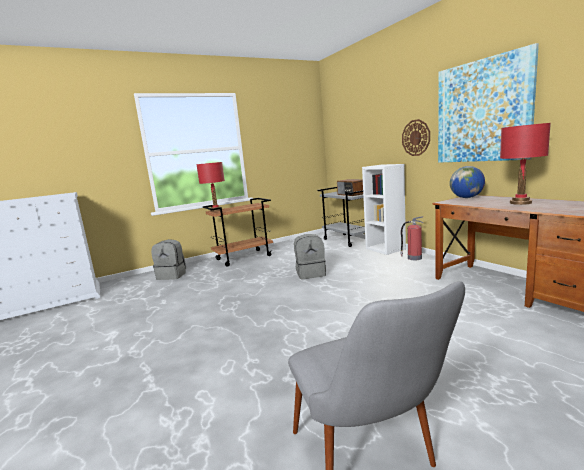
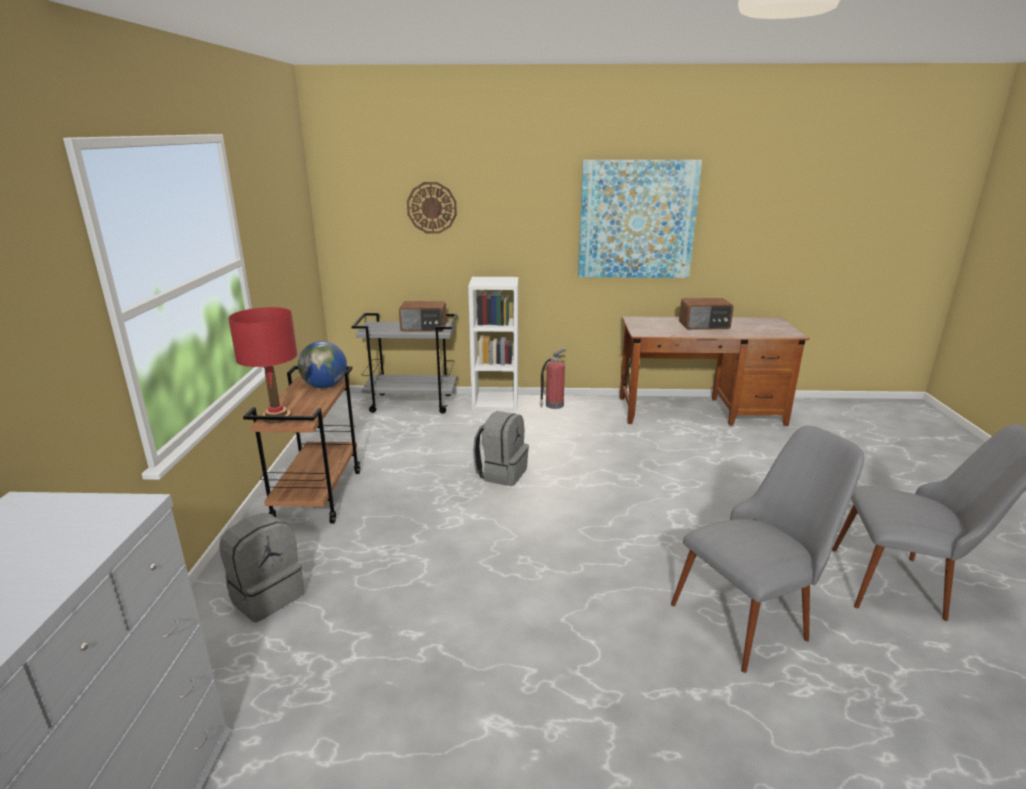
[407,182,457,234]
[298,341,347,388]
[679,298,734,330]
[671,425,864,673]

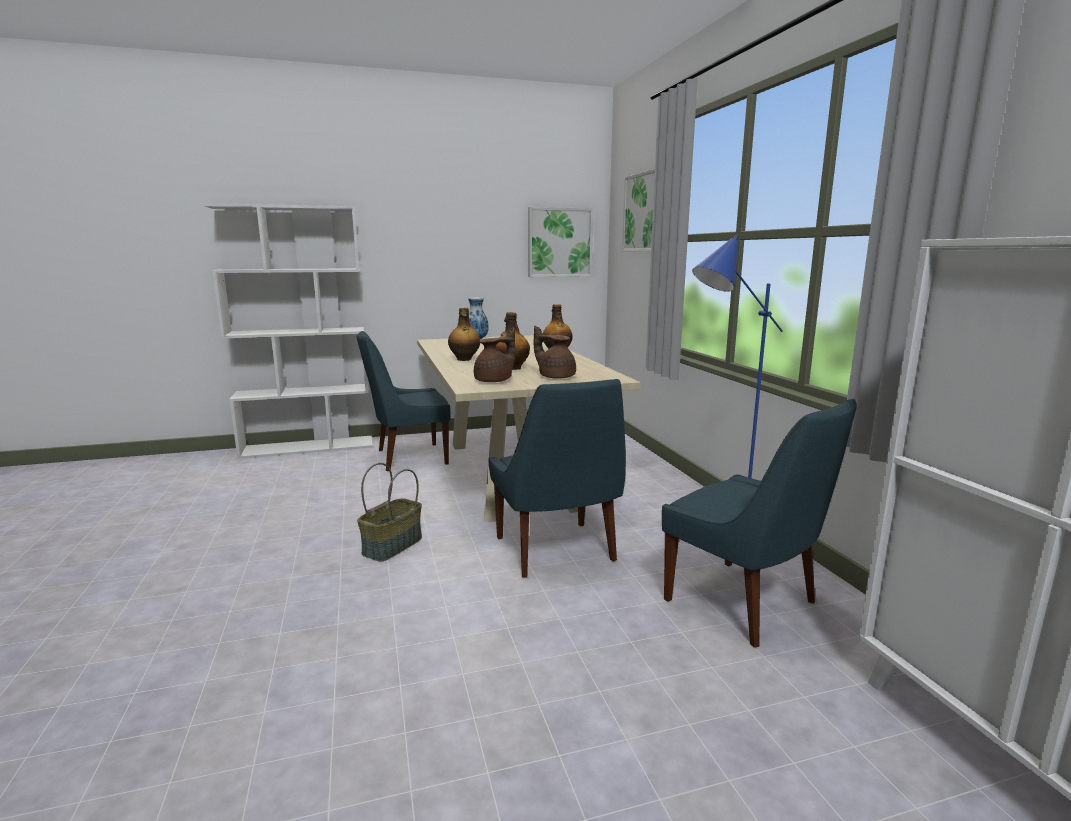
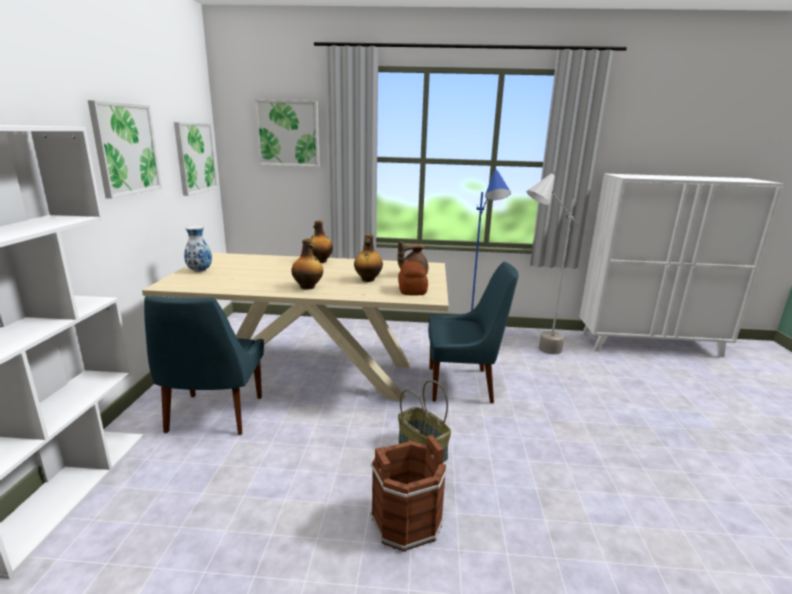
[398,261,428,295]
[527,171,580,354]
[88,100,162,199]
[370,435,447,552]

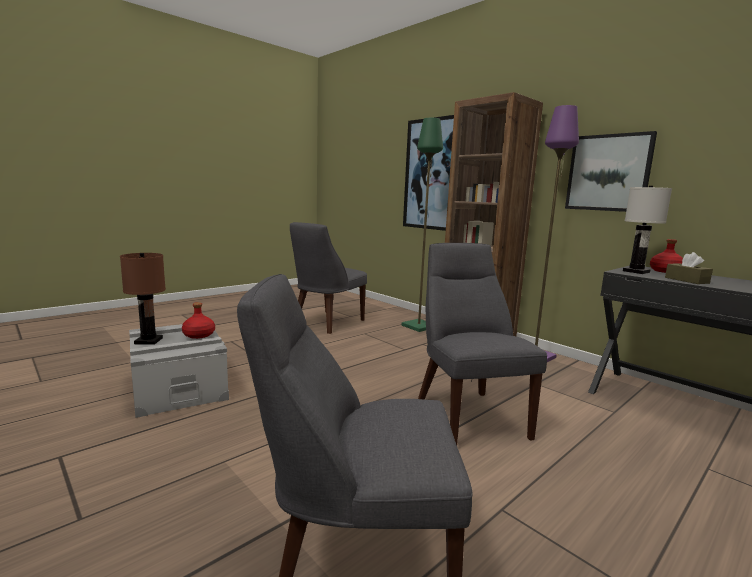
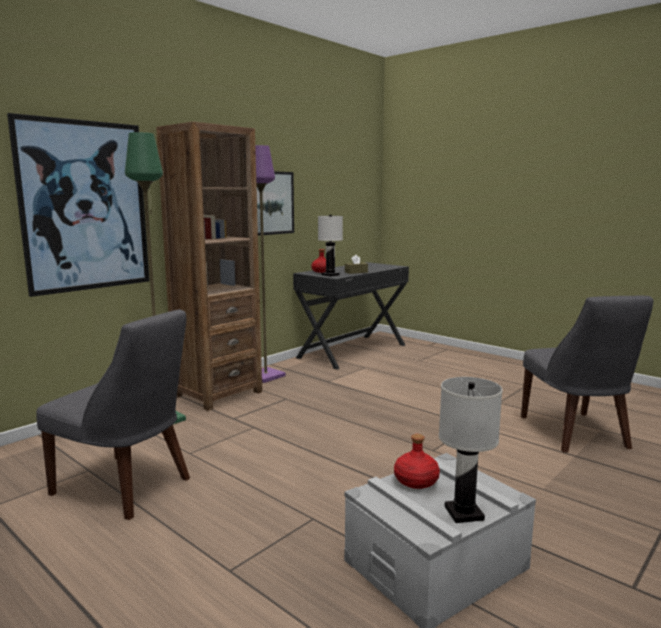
[439,377,502,523]
[418,243,547,445] (first image)

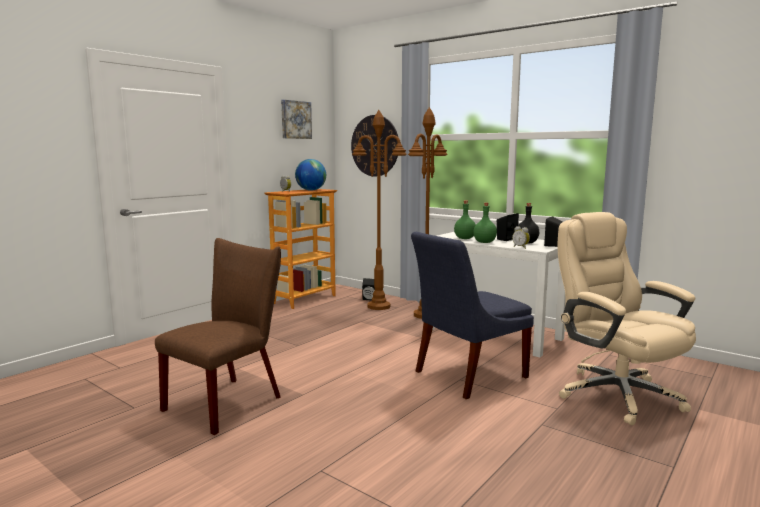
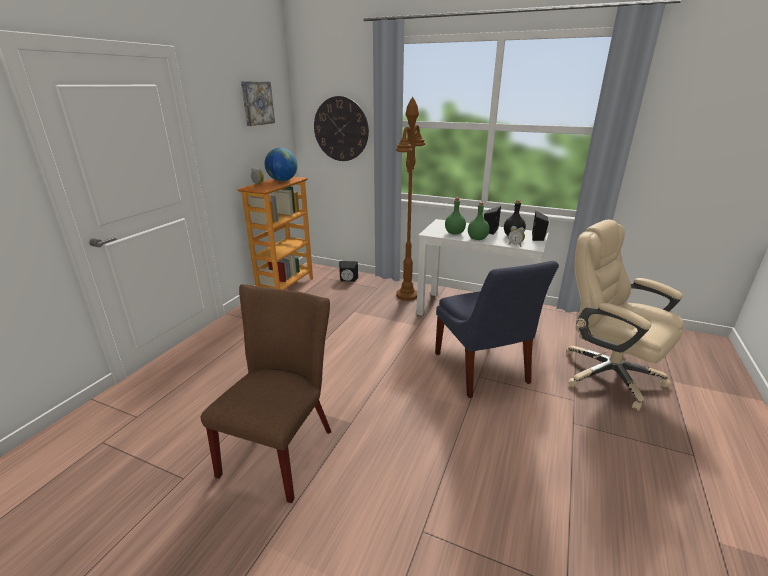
[352,110,407,310] (first image)
[435,261,559,398]

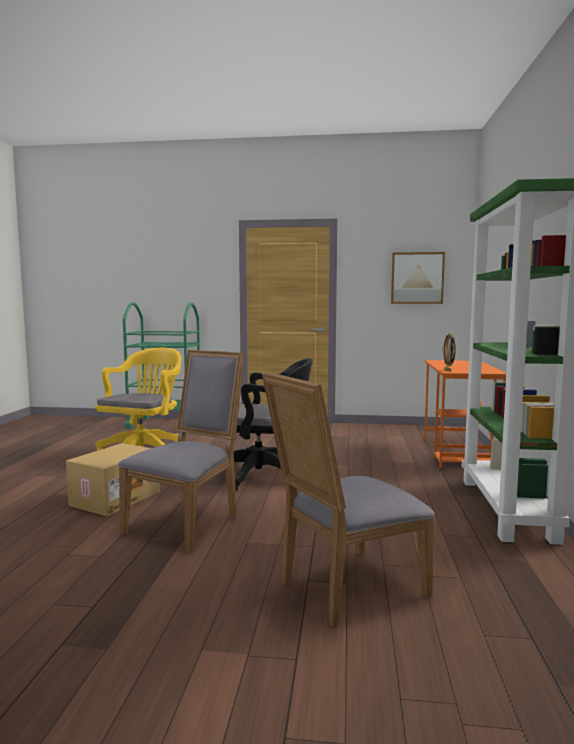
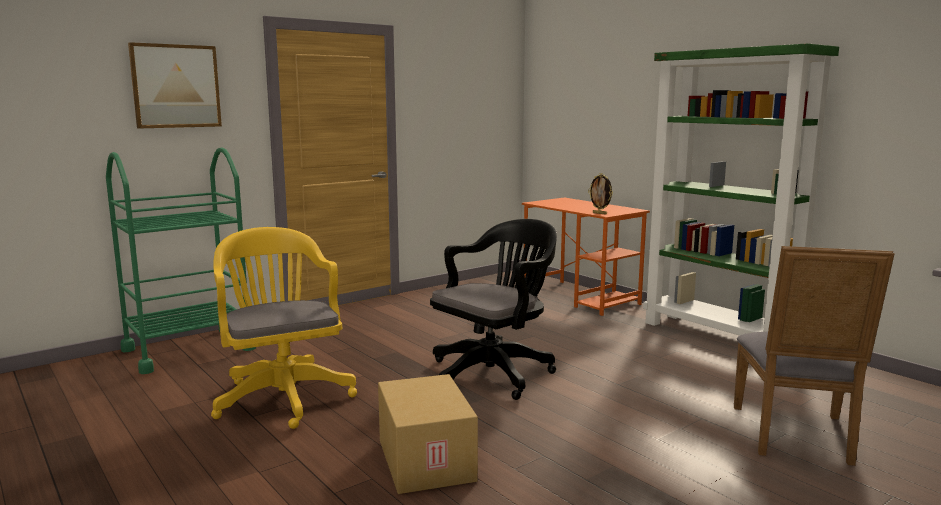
[118,350,245,553] (first image)
[128,42,222,129]

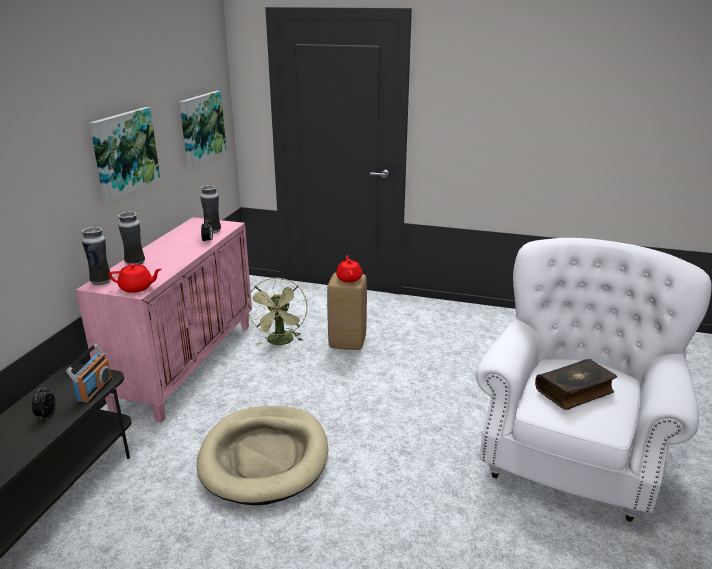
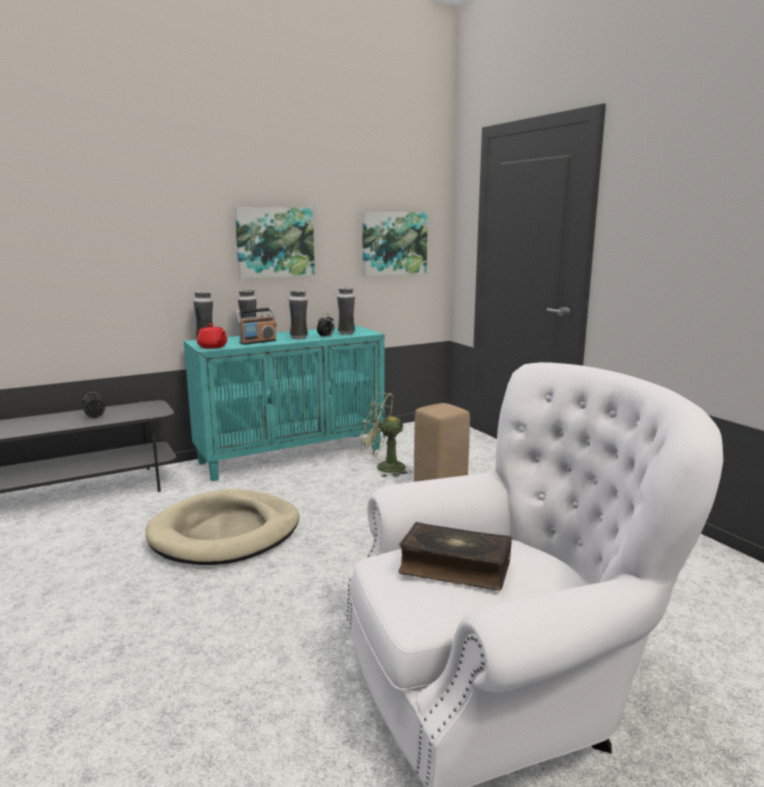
[236,308,276,345]
[184,326,385,481]
[361,392,412,477]
[336,255,362,282] (first image)
[289,290,308,339]

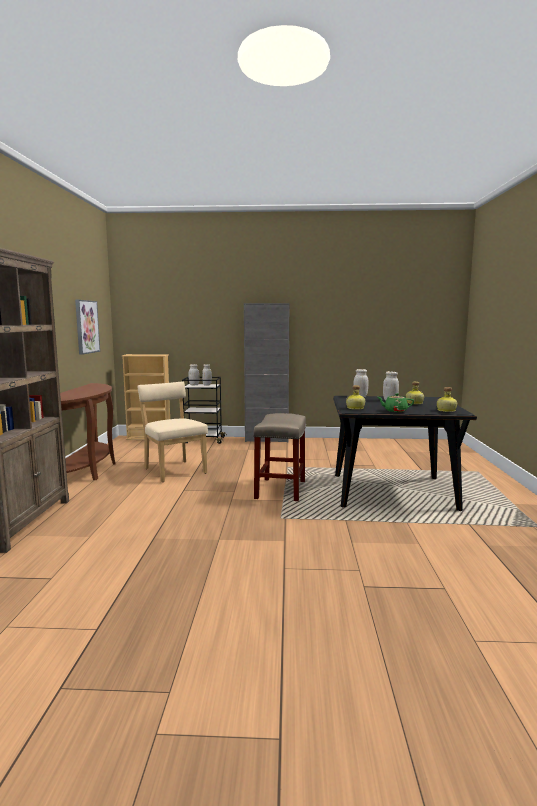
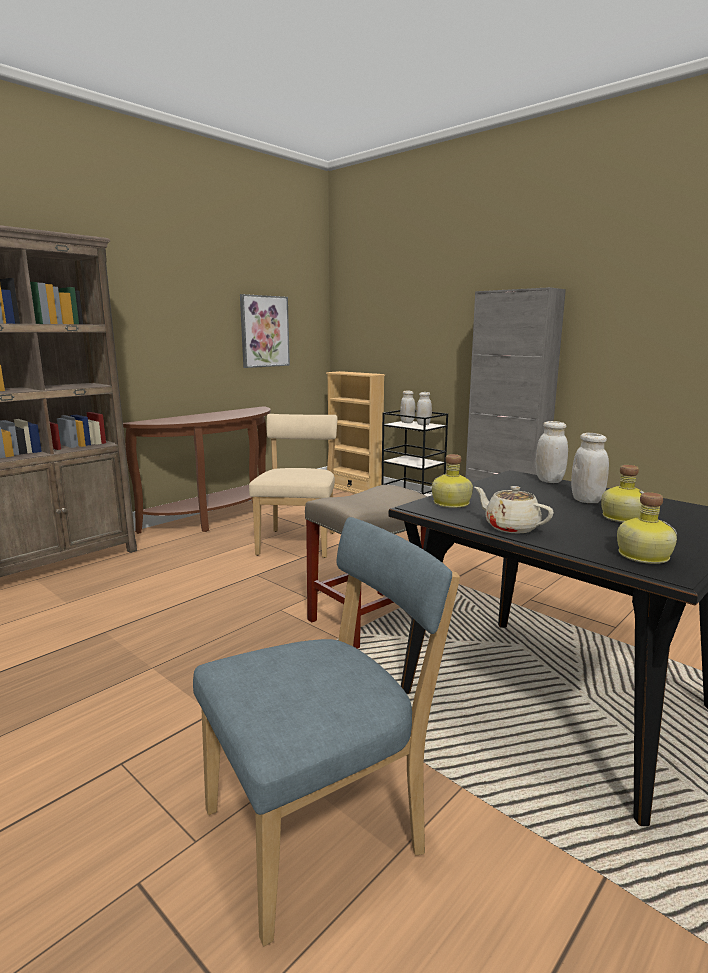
[474,486,554,534]
[193,517,460,946]

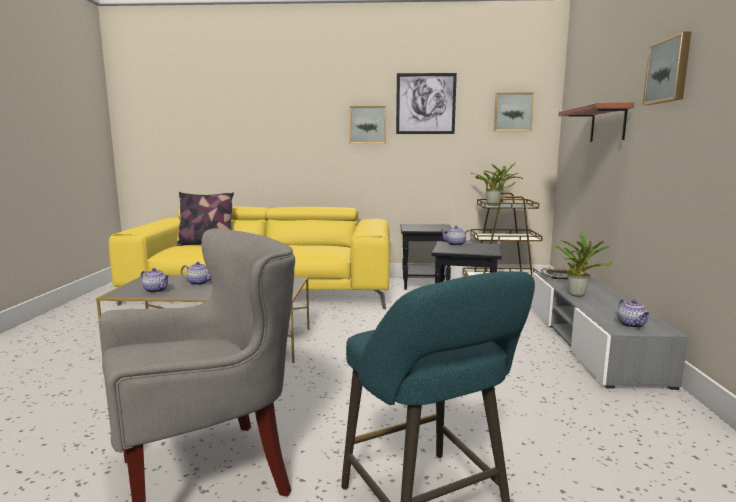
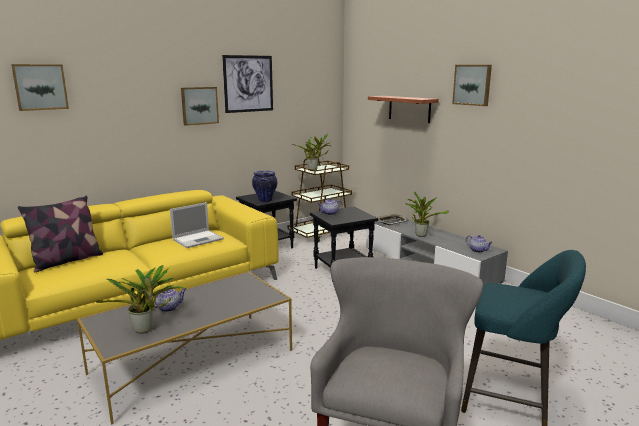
[96,265,186,334]
[11,64,69,111]
[170,202,224,248]
[252,171,277,202]

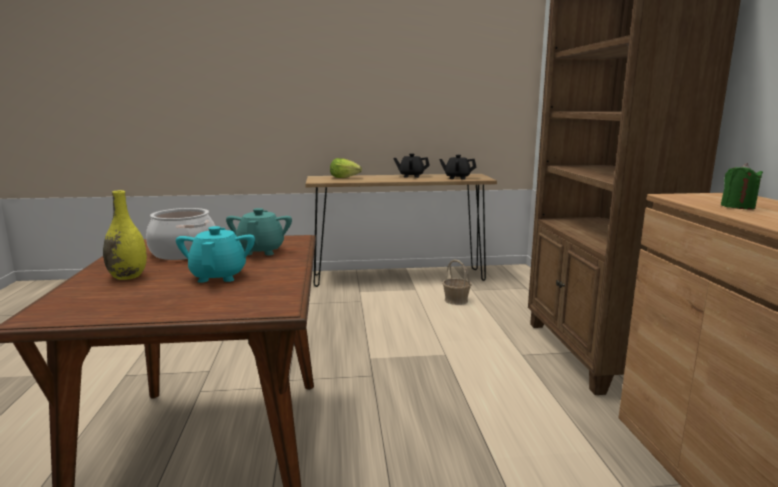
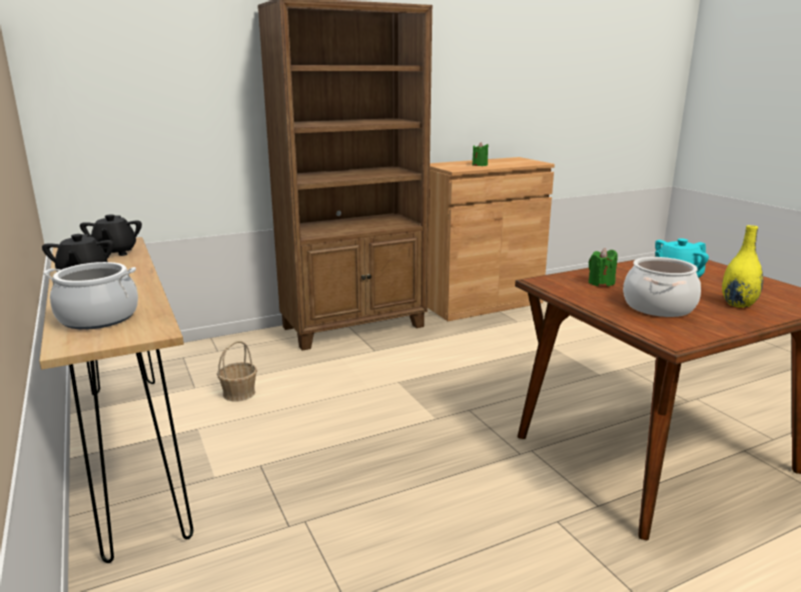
[589,248,618,287]
[43,262,138,330]

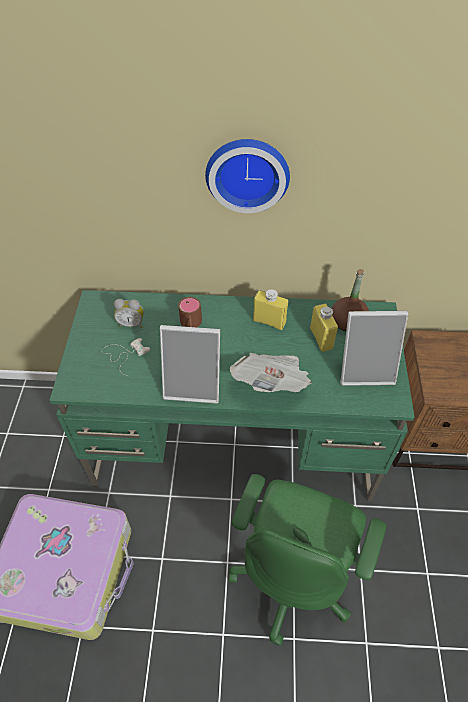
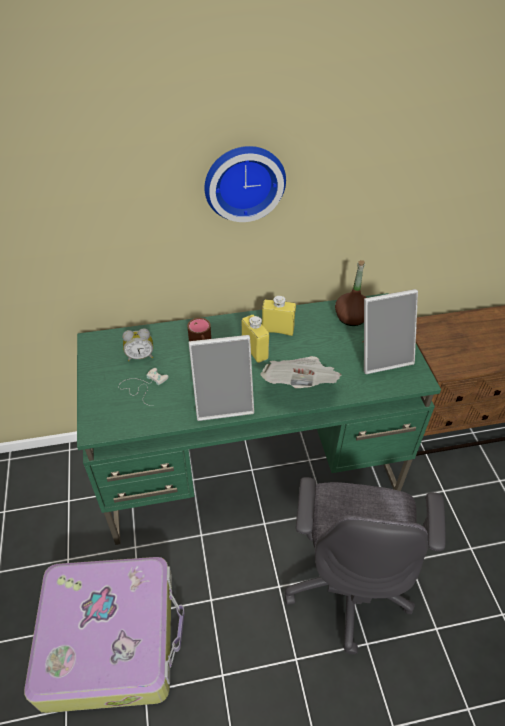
[285,477,445,654]
[242,315,269,363]

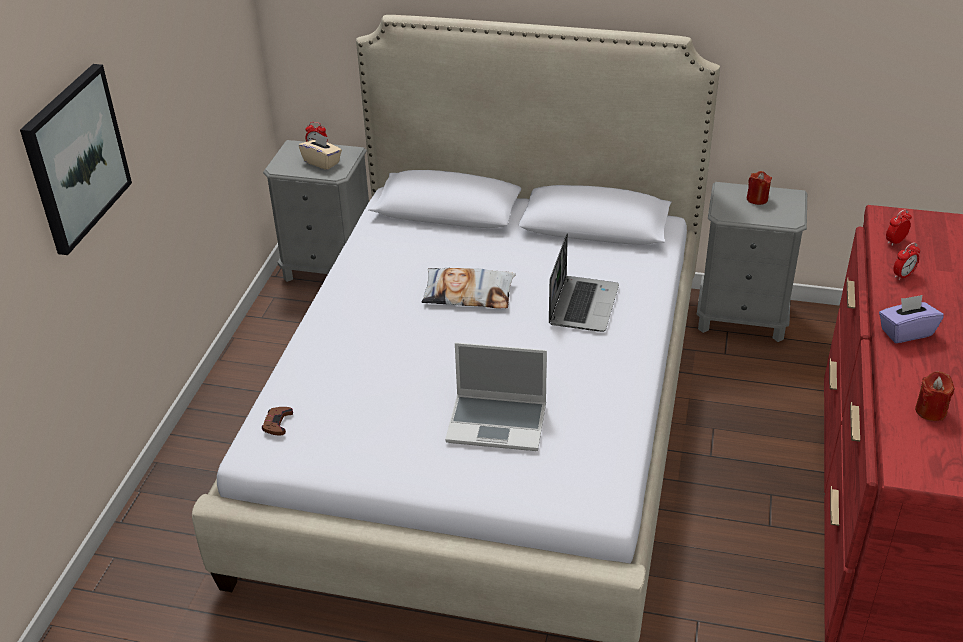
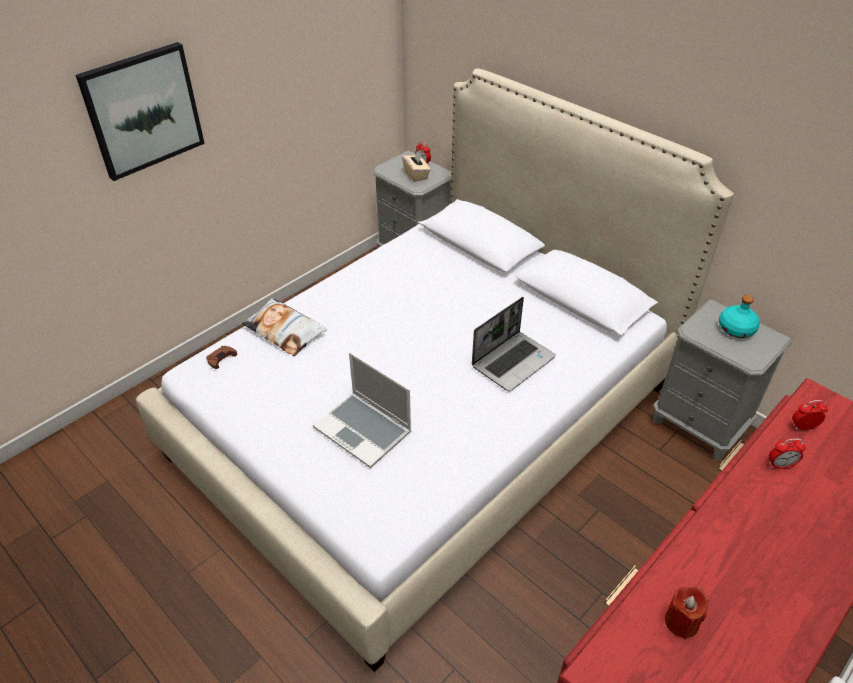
[242,298,327,356]
[719,295,760,338]
[879,295,944,343] (first image)

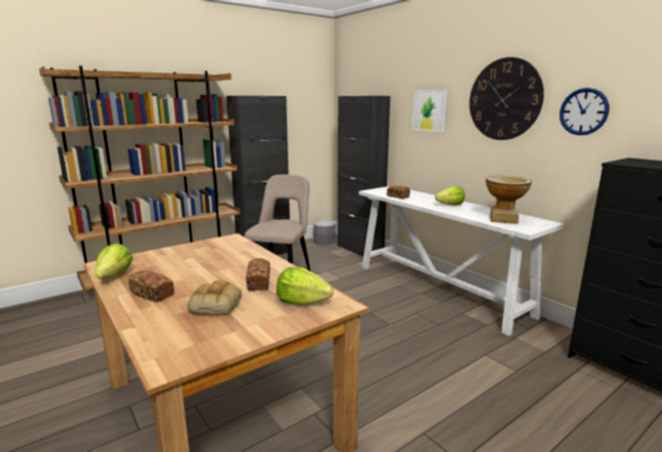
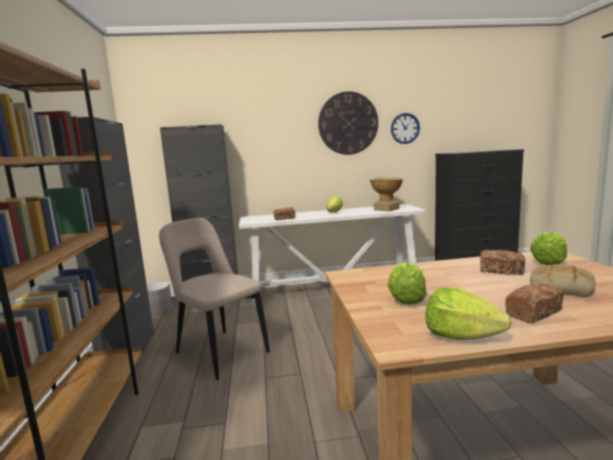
[412,90,447,132] (first image)
[388,262,427,305]

